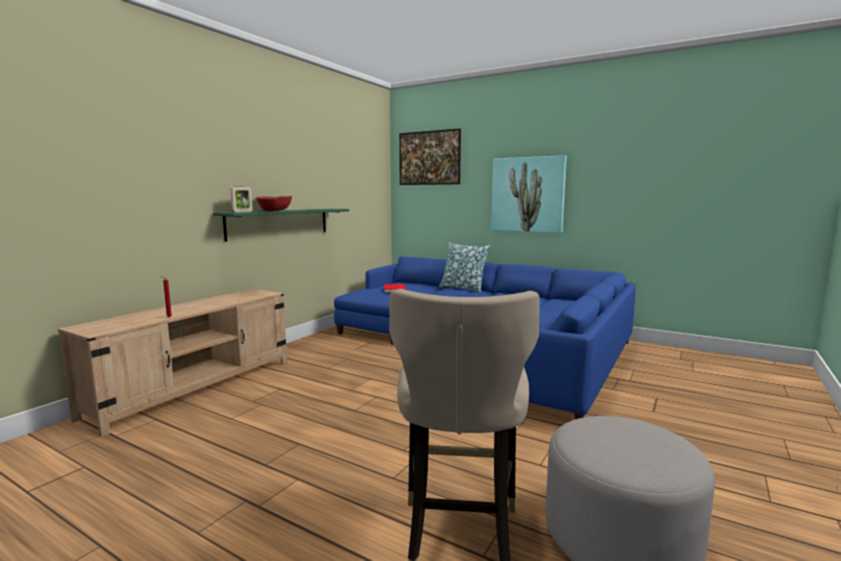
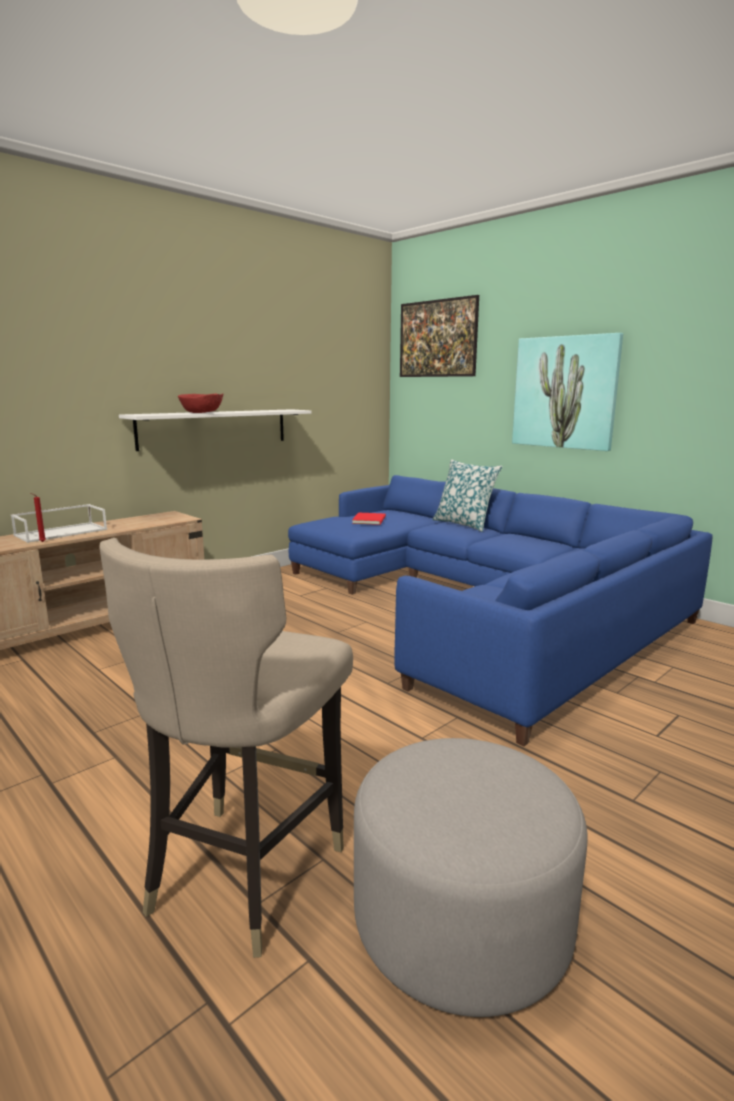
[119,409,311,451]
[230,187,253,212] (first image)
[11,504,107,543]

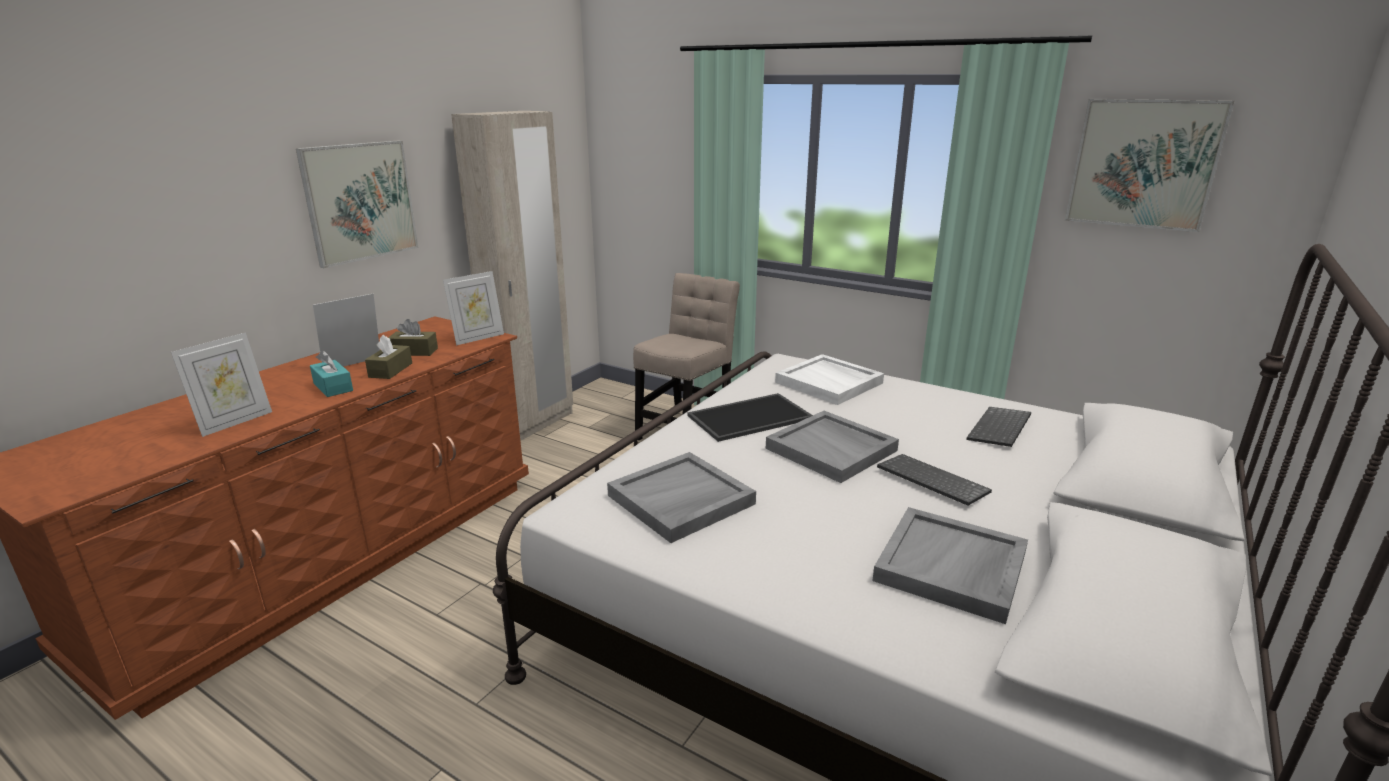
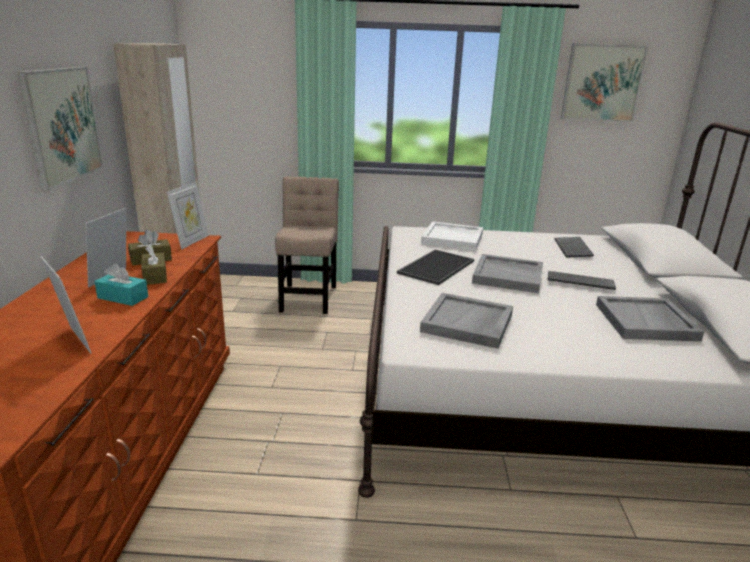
[40,256,92,354]

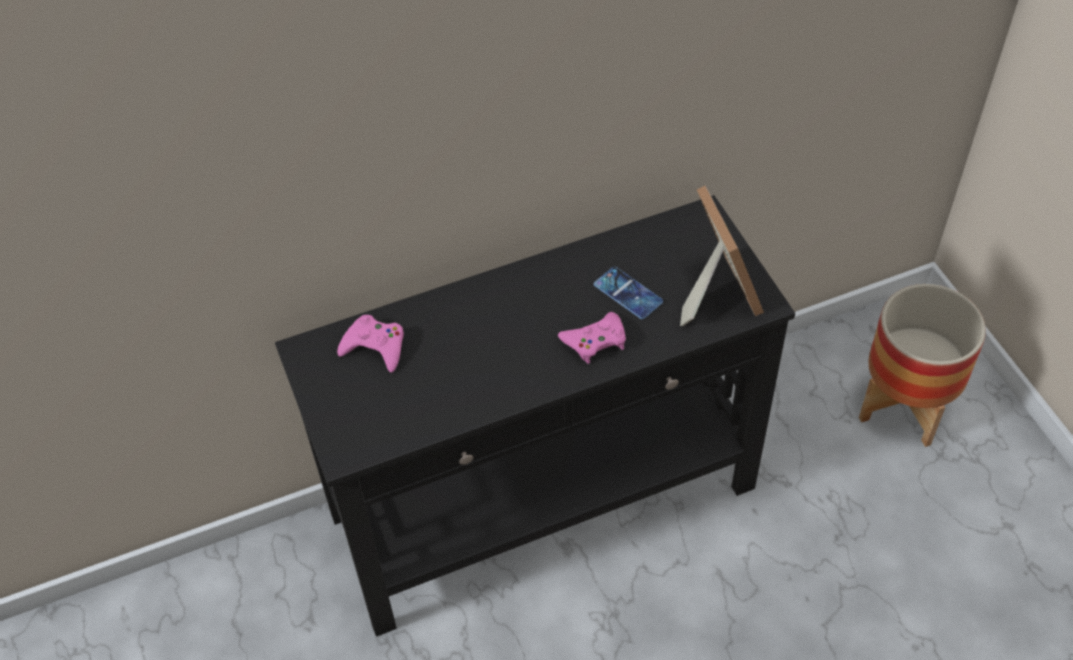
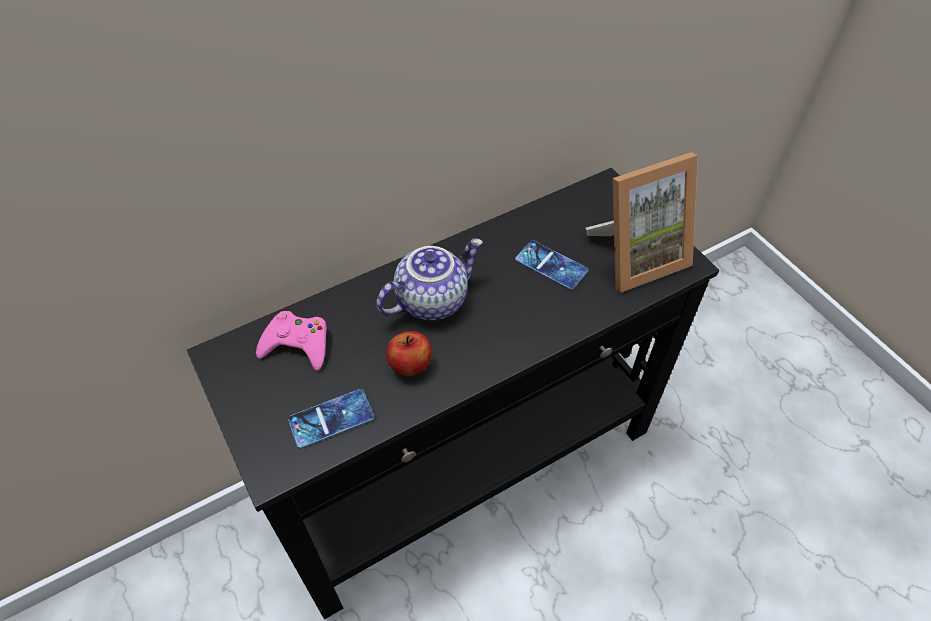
[558,312,626,364] (first image)
[586,152,698,293]
[859,284,986,447] (first image)
[288,389,374,448]
[376,238,483,320]
[386,331,432,376]

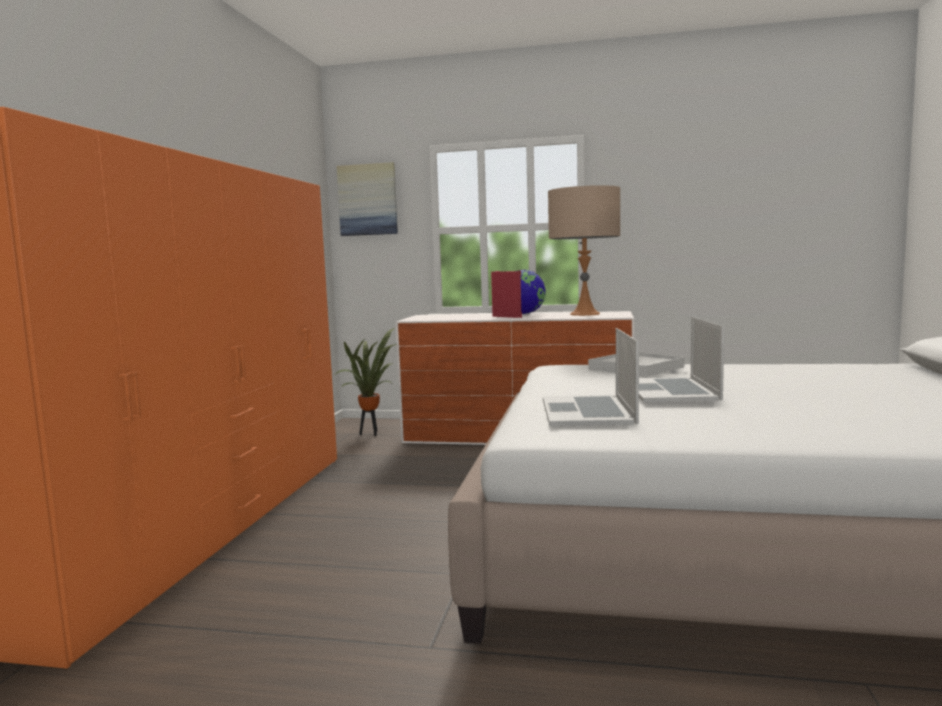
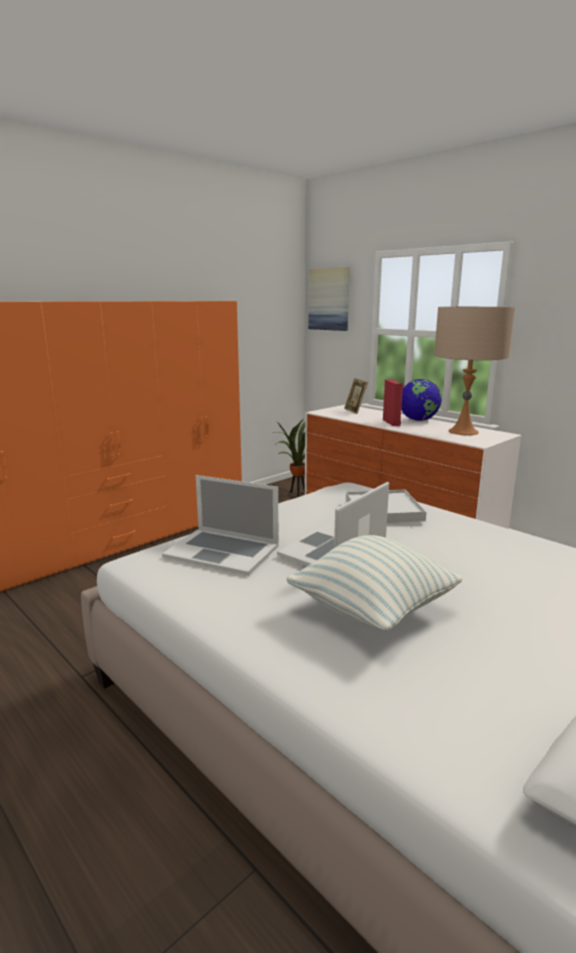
[162,475,279,576]
[287,535,463,631]
[344,378,368,414]

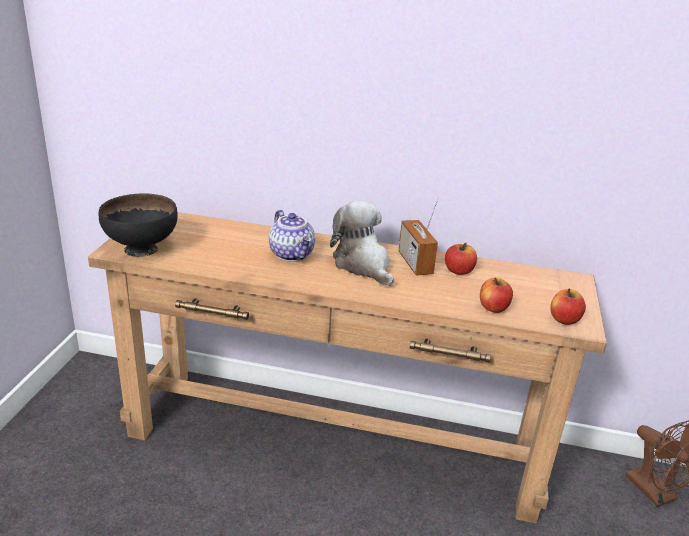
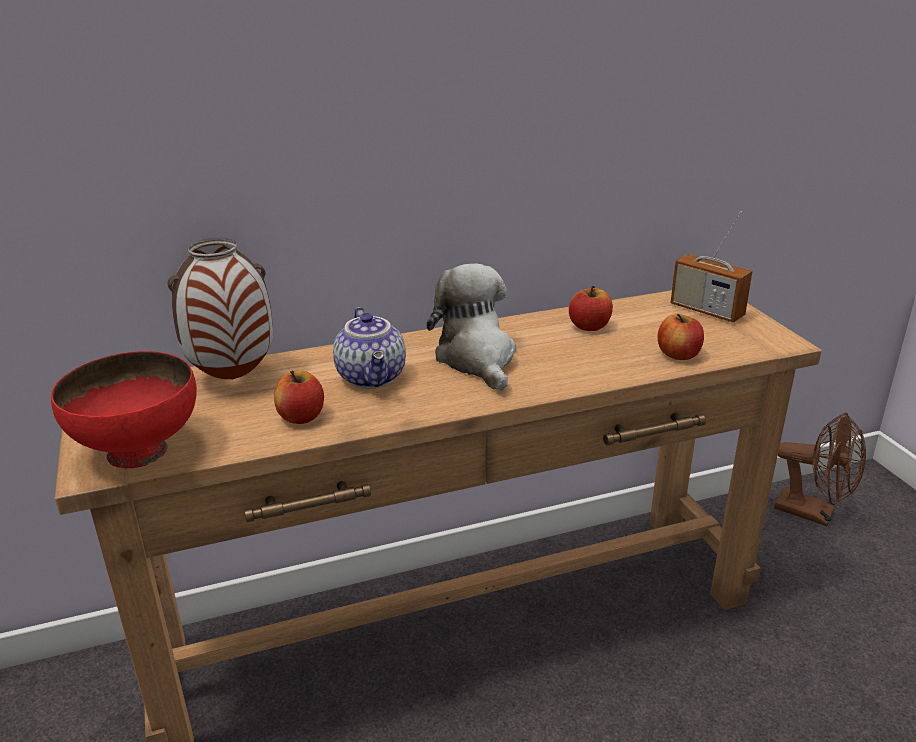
[51,351,197,468]
[333,307,406,389]
[426,264,516,391]
[670,211,753,322]
[274,370,324,424]
[167,238,273,379]

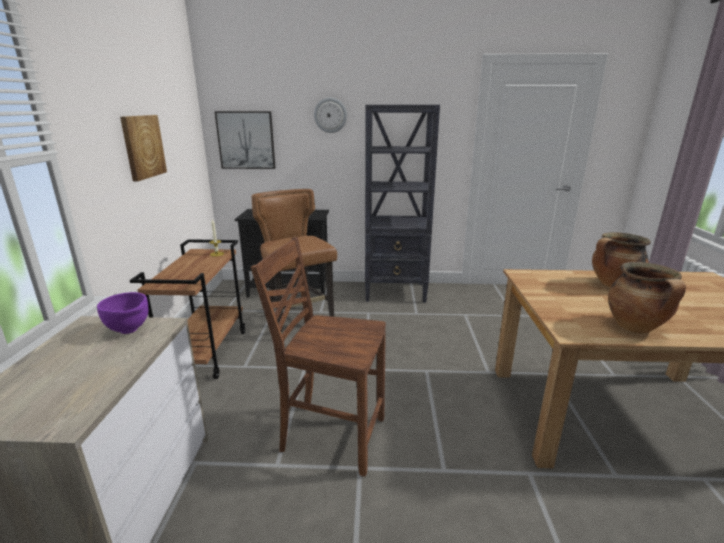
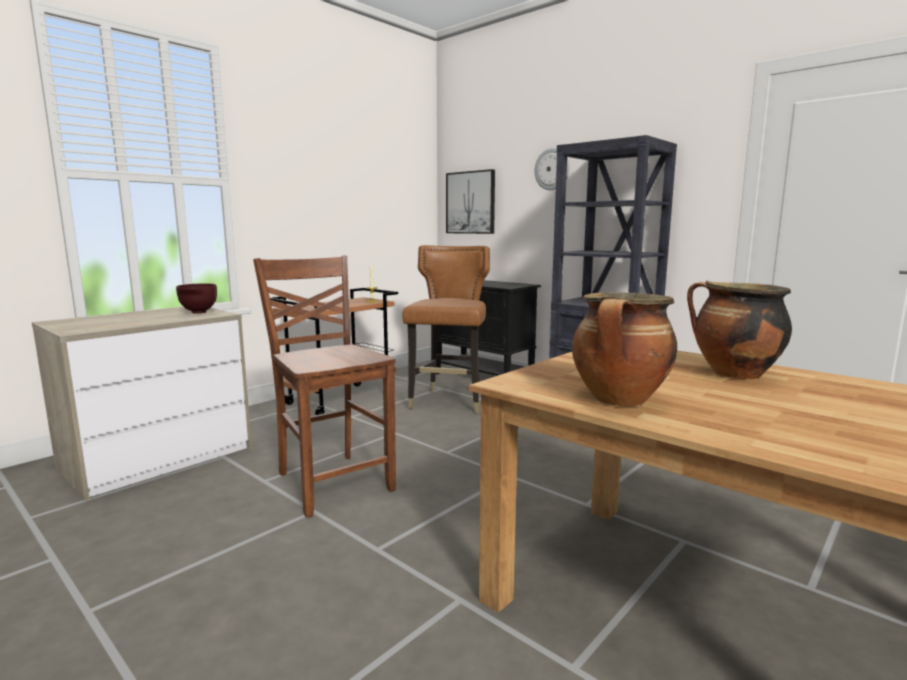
[176,284,217,314]
[120,115,167,181] (first image)

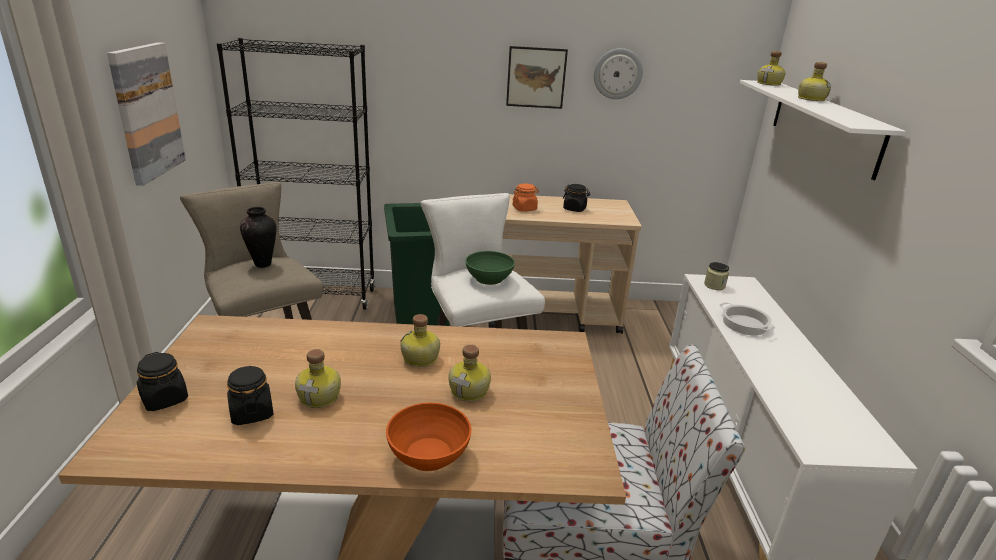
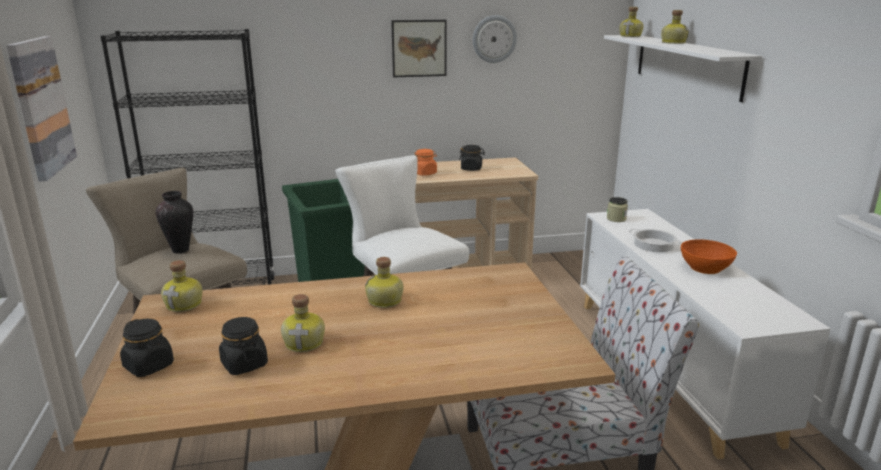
[681,239,737,274]
[161,260,202,312]
[465,251,515,285] (first image)

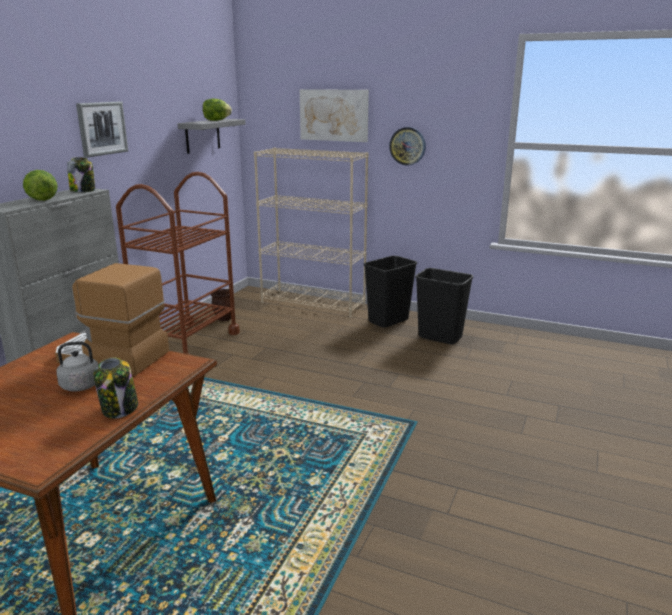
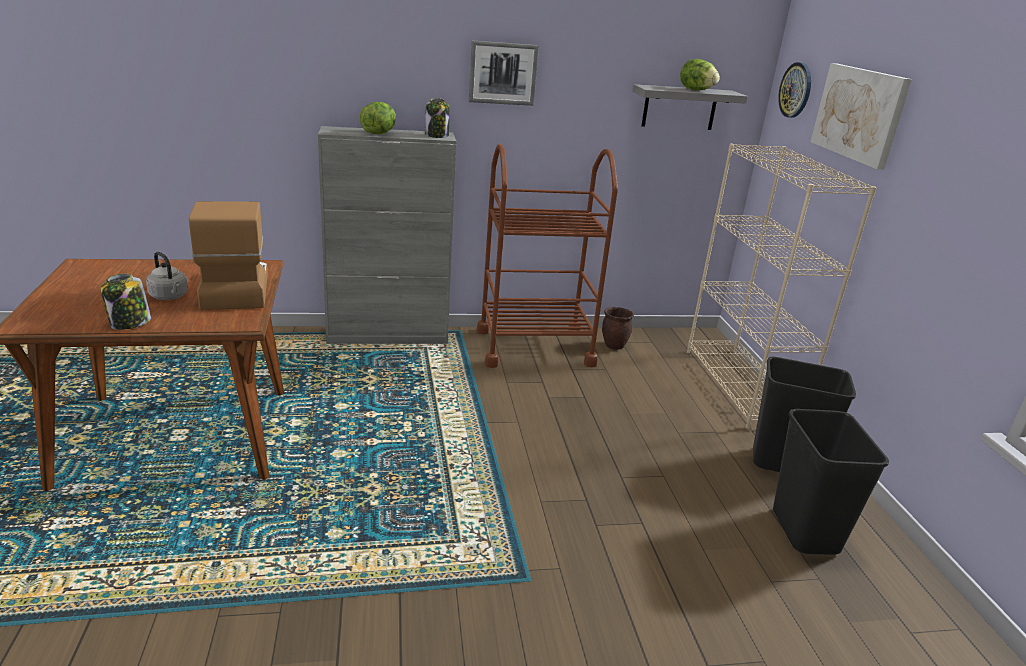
[778,62,811,118]

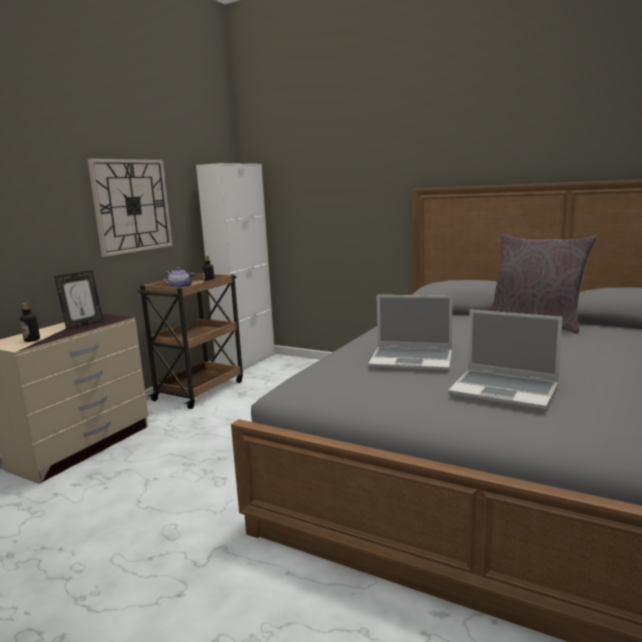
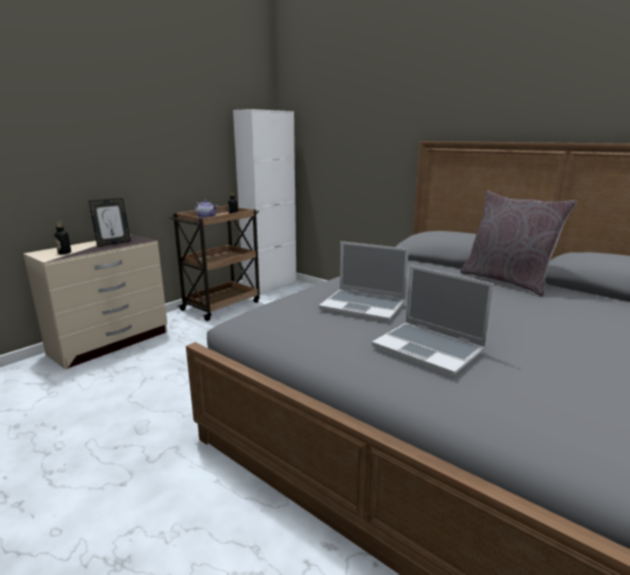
[87,158,173,257] (first image)

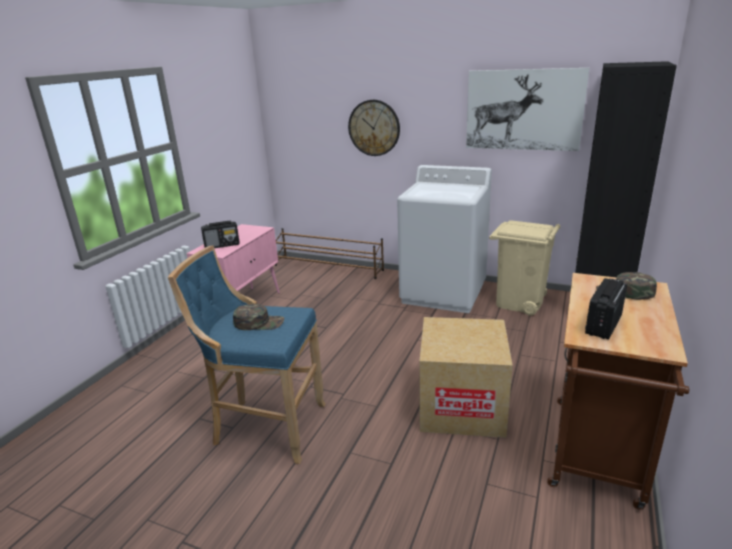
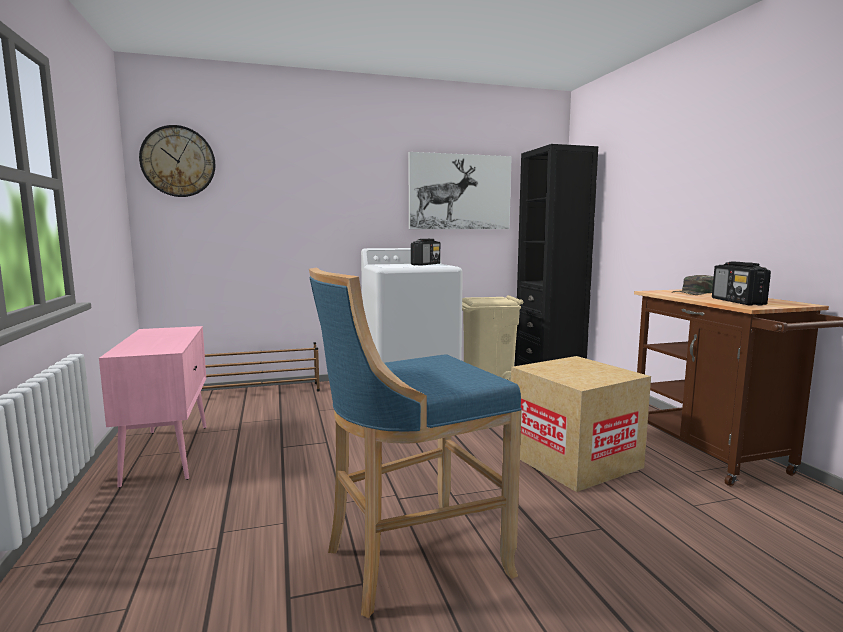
[411,239,440,266]
[233,304,284,330] (first image)
[139,125,215,197]

